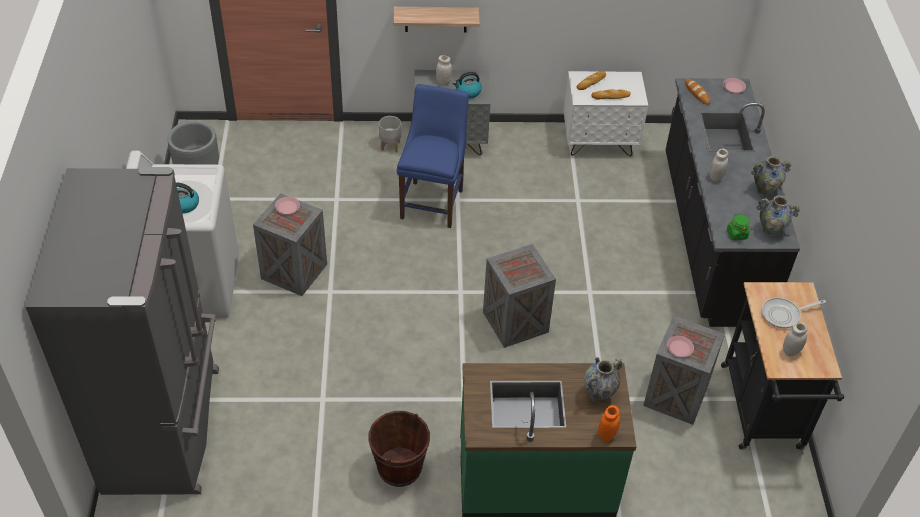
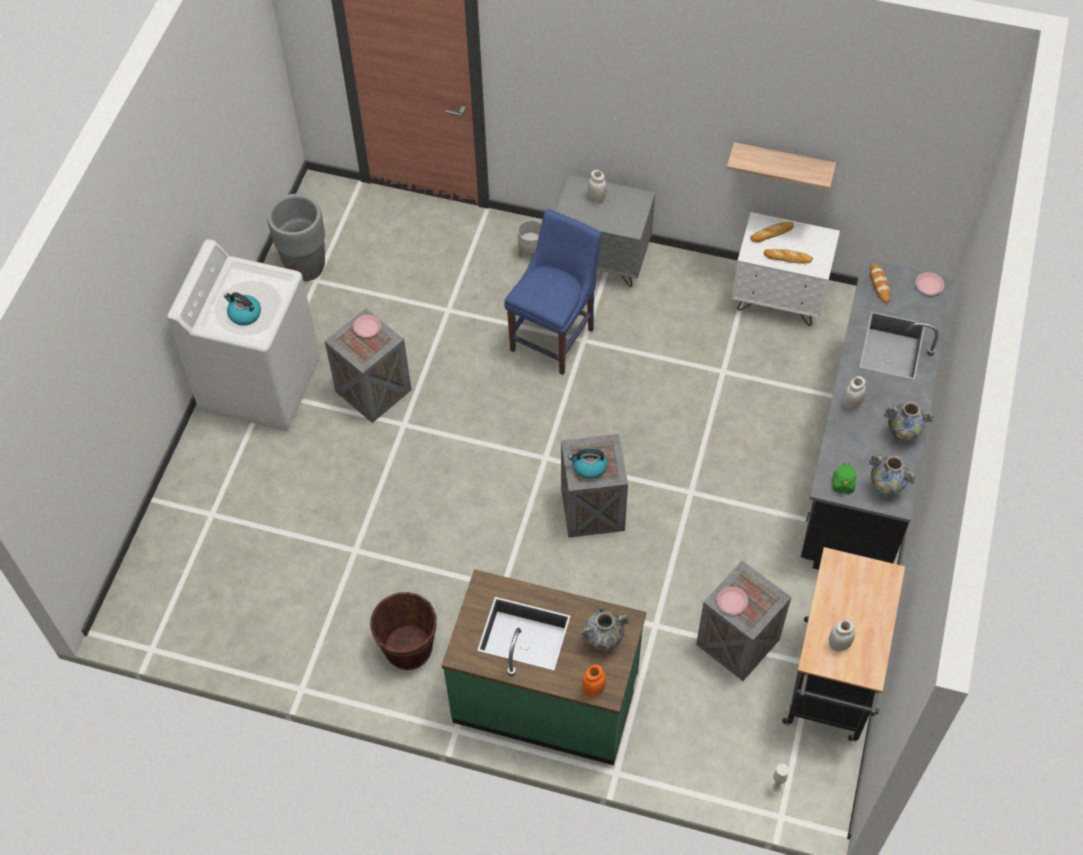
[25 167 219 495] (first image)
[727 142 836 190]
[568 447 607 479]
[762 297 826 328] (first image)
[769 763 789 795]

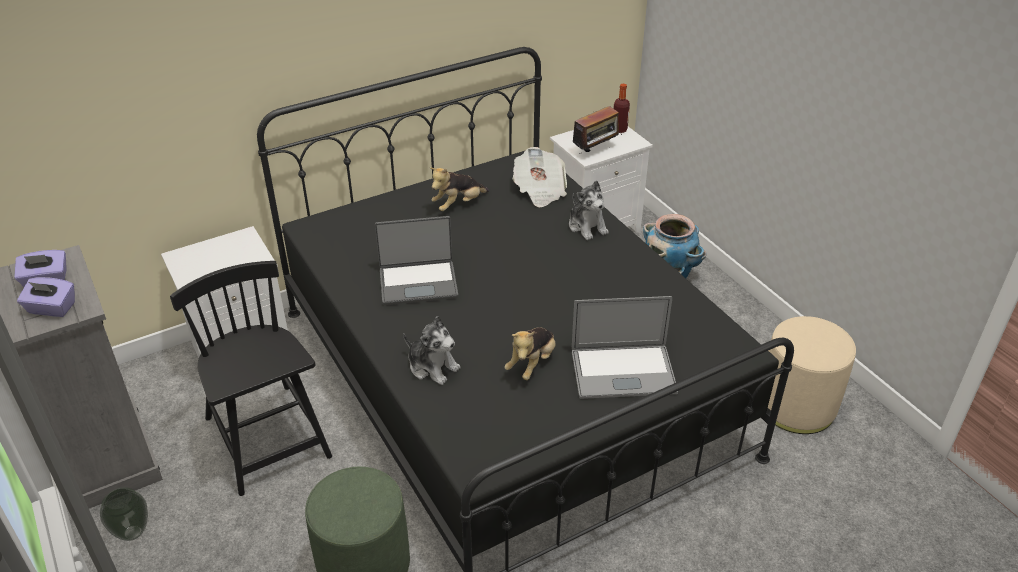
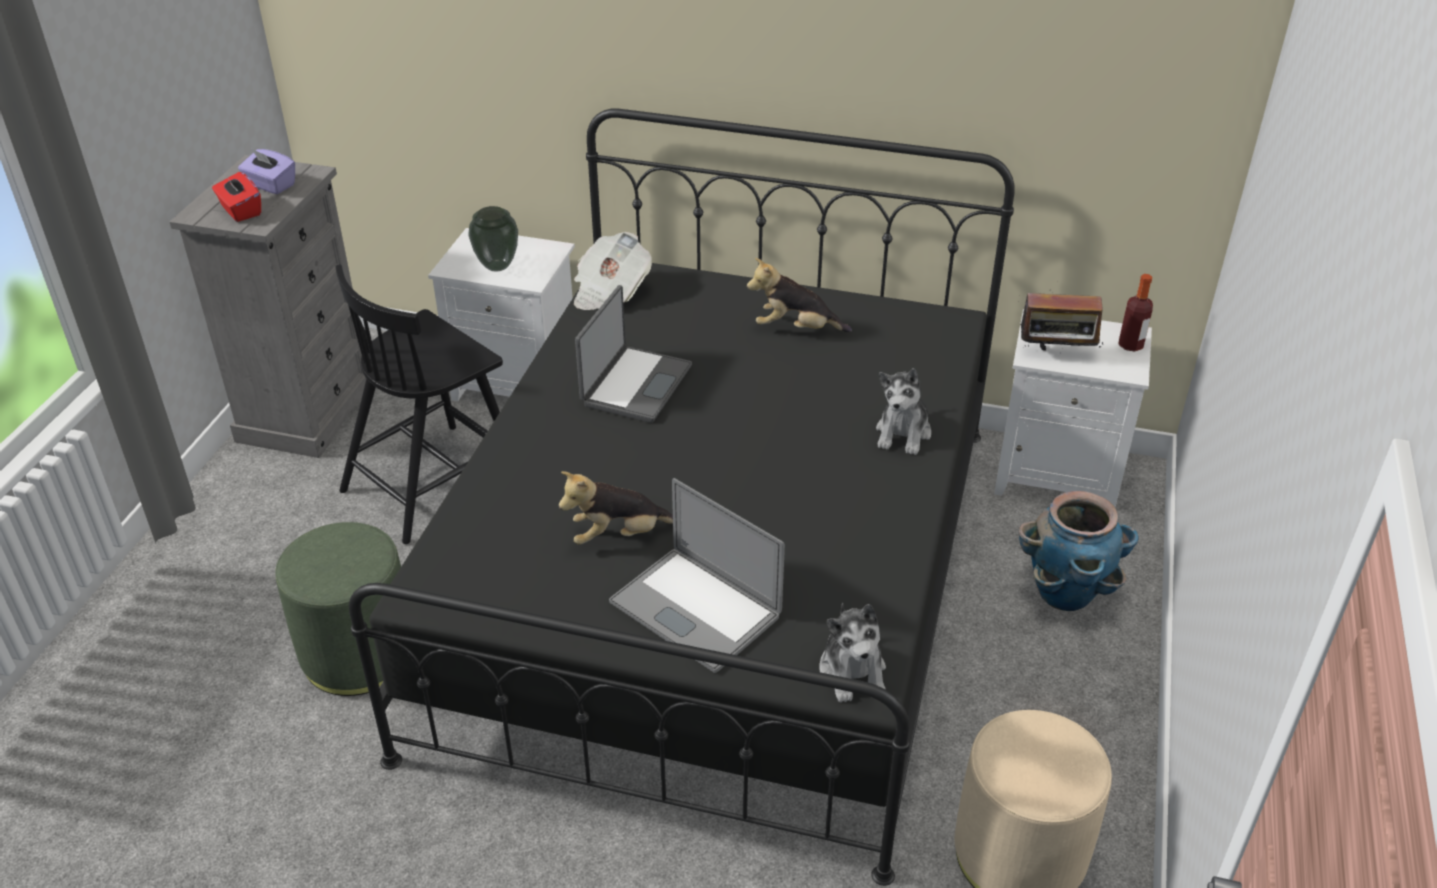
[212 172 261 222]
[468 206 518 271]
[335 264 503 544]
[575 285 692 423]
[819 602 886 702]
[574 232 652 310]

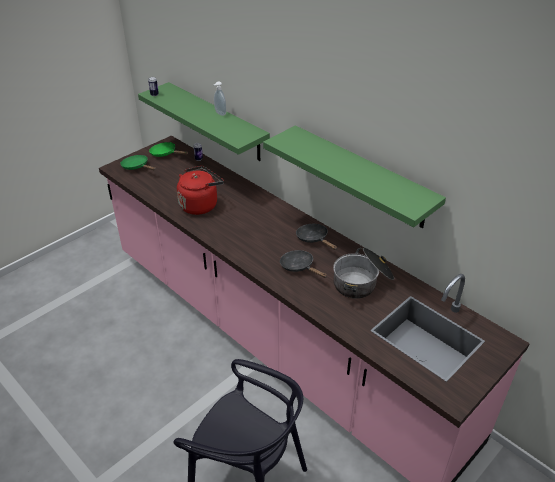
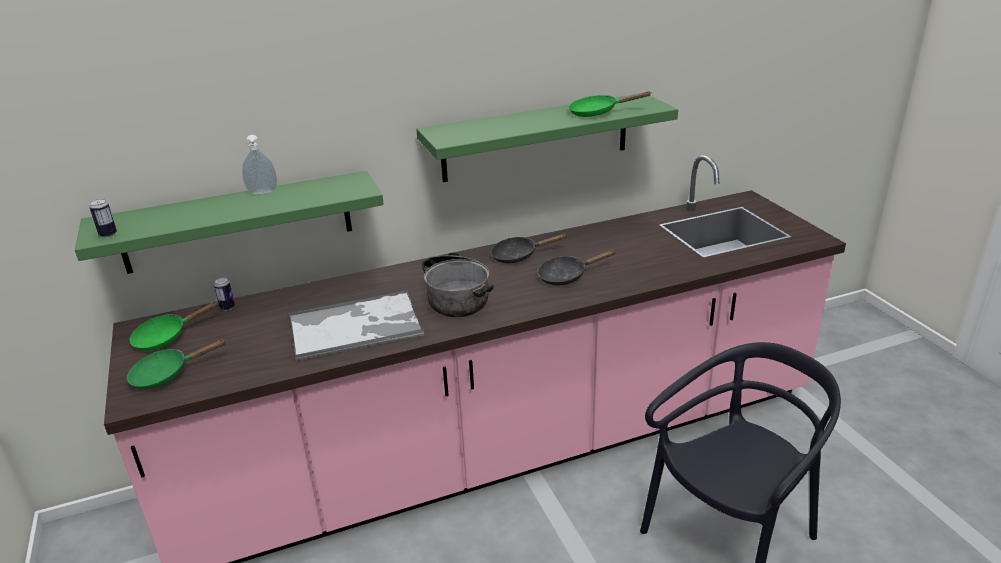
[289 290 424 361]
[422 252 494 317]
[569 91 651 117]

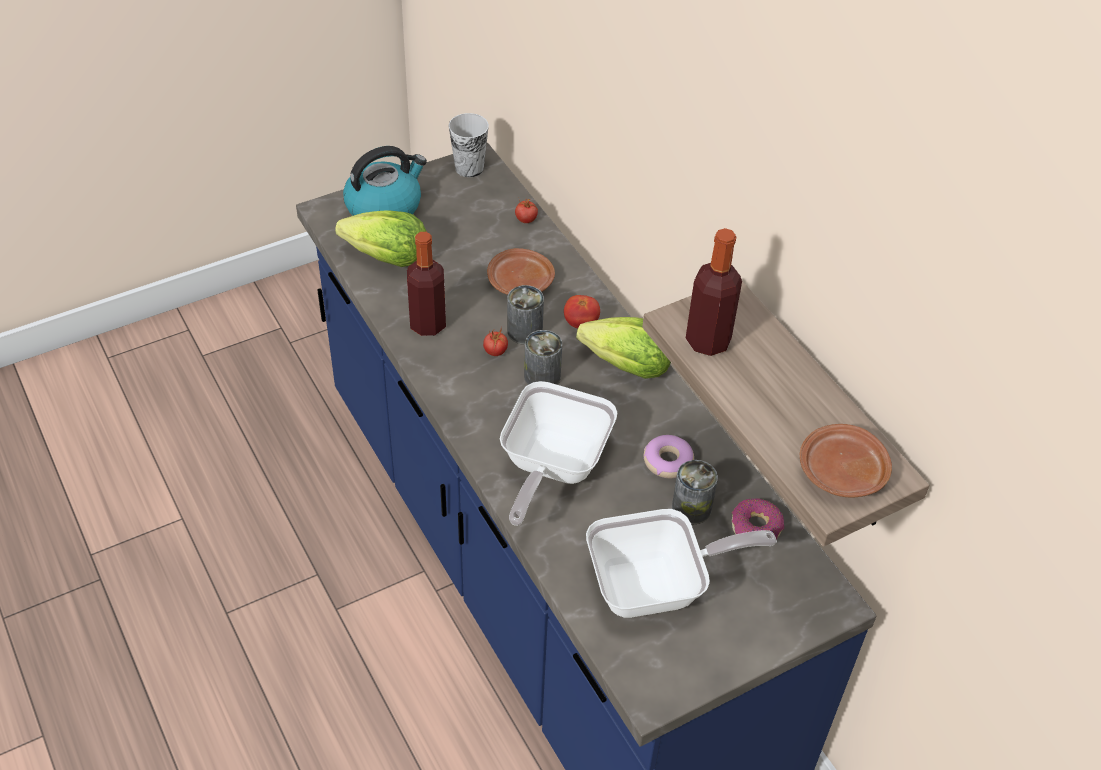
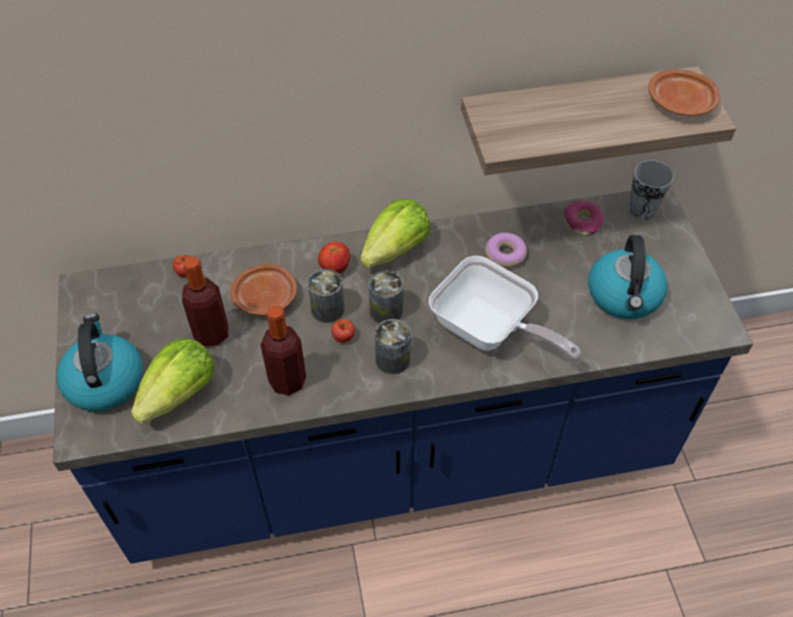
[629 160 674 220]
[588 235 667 319]
[375 319 411 374]
[182 257 228 347]

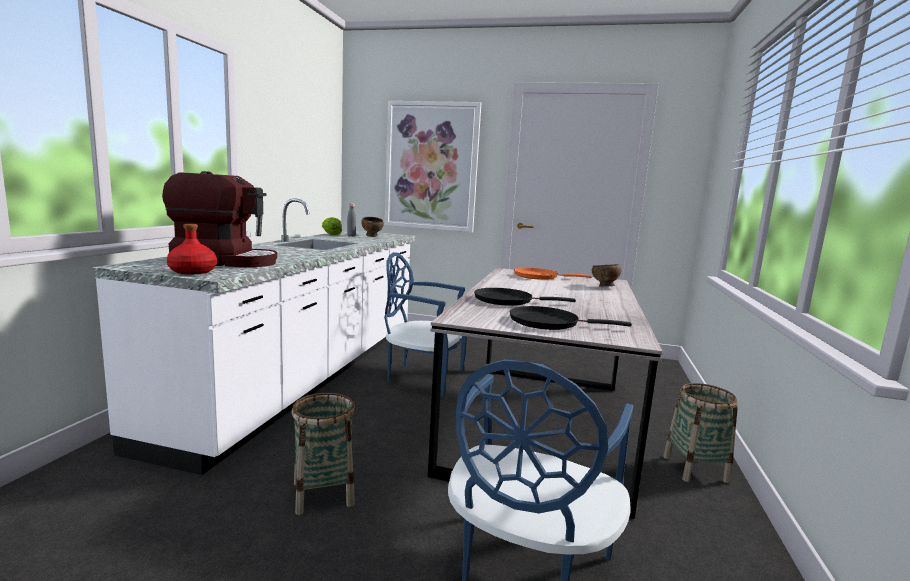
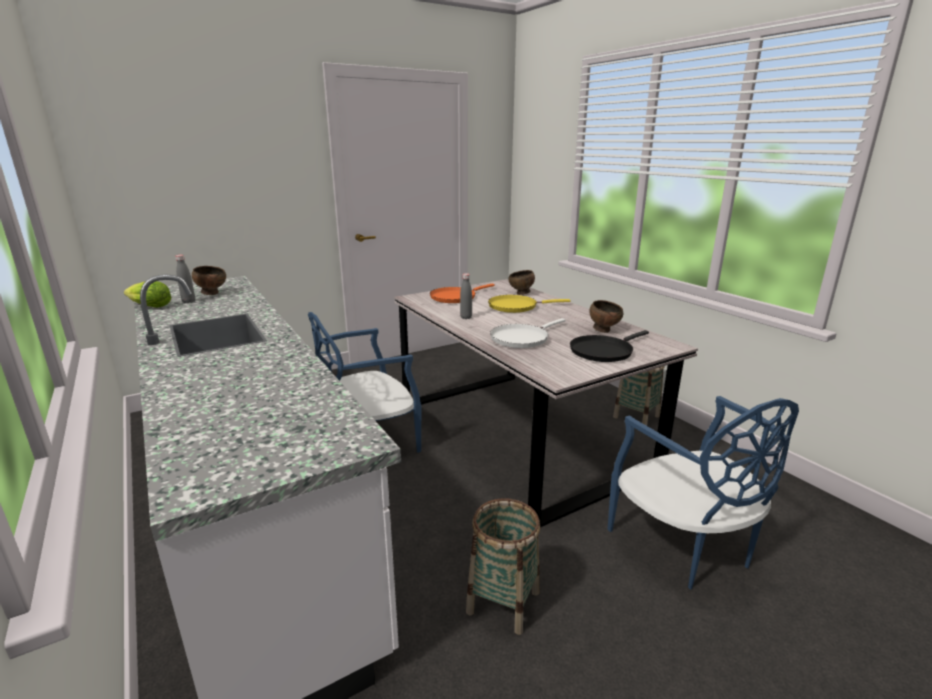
[162 171 277 268] (first image)
[167 224 217 274] (first image)
[385 101 481 232] (first image)
[490 318 566 348]
[460 273 472 319]
[488 295 571 313]
[589 300 623 333]

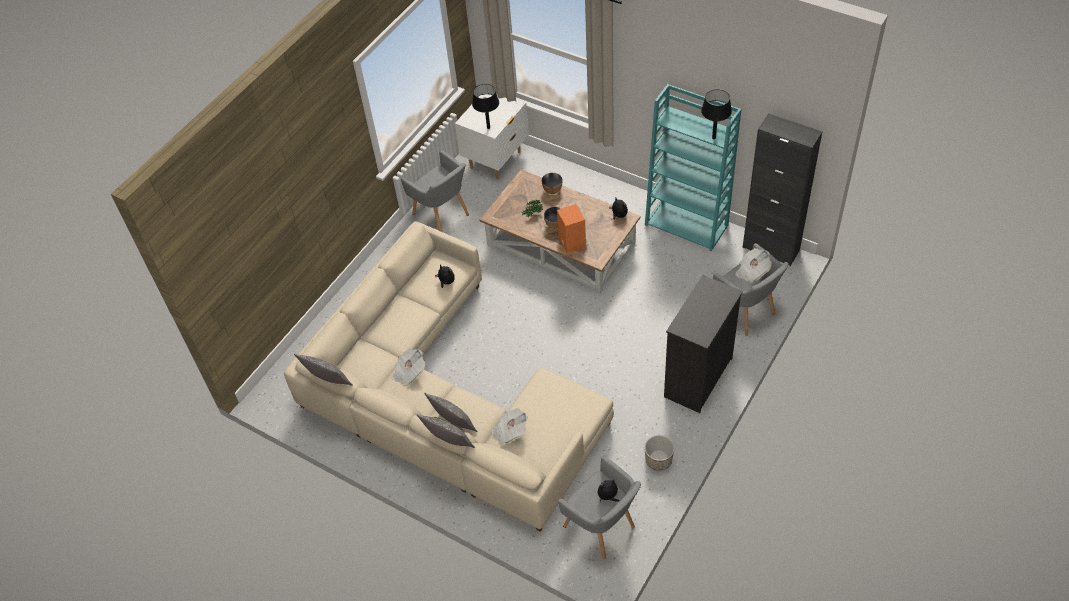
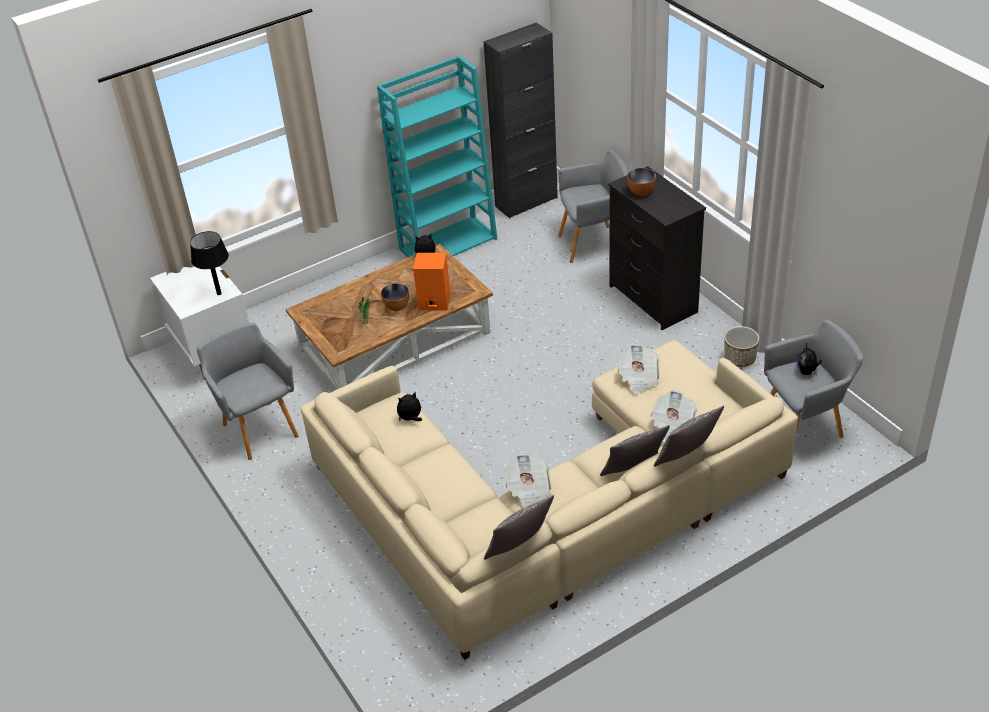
[197 322 298 460]
[627 168 656 196]
[701 89 732 139] (first image)
[617 344 660 394]

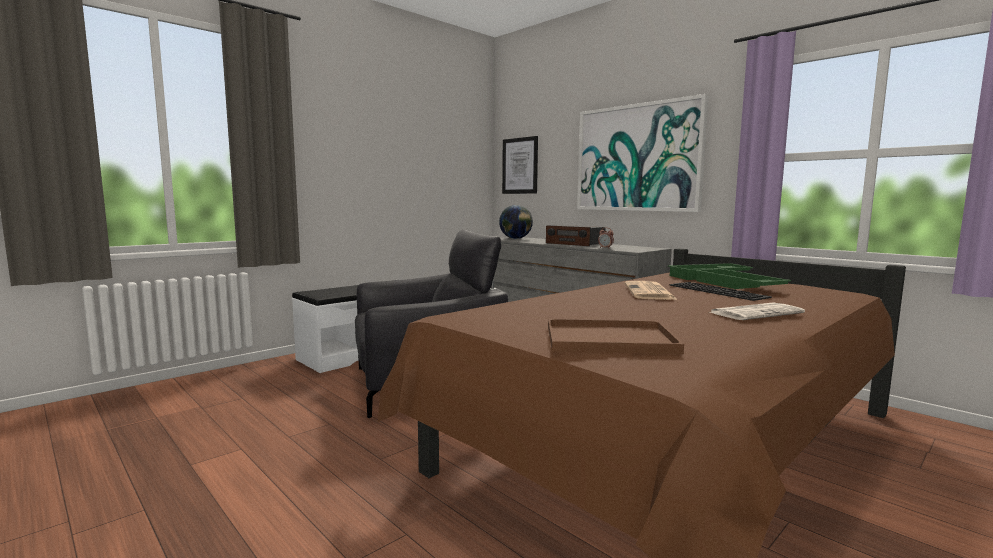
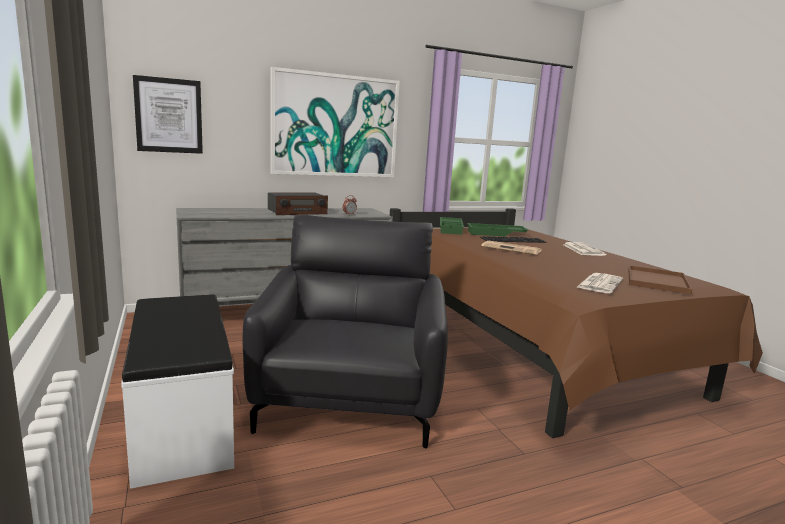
[499 205 533 239] (first image)
[577 273 623 293]

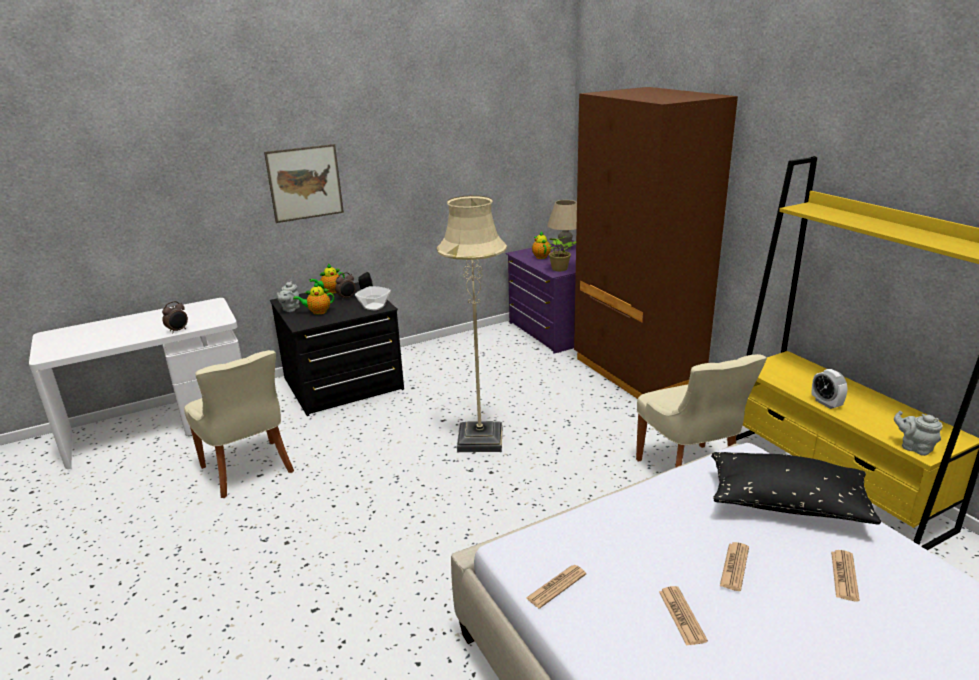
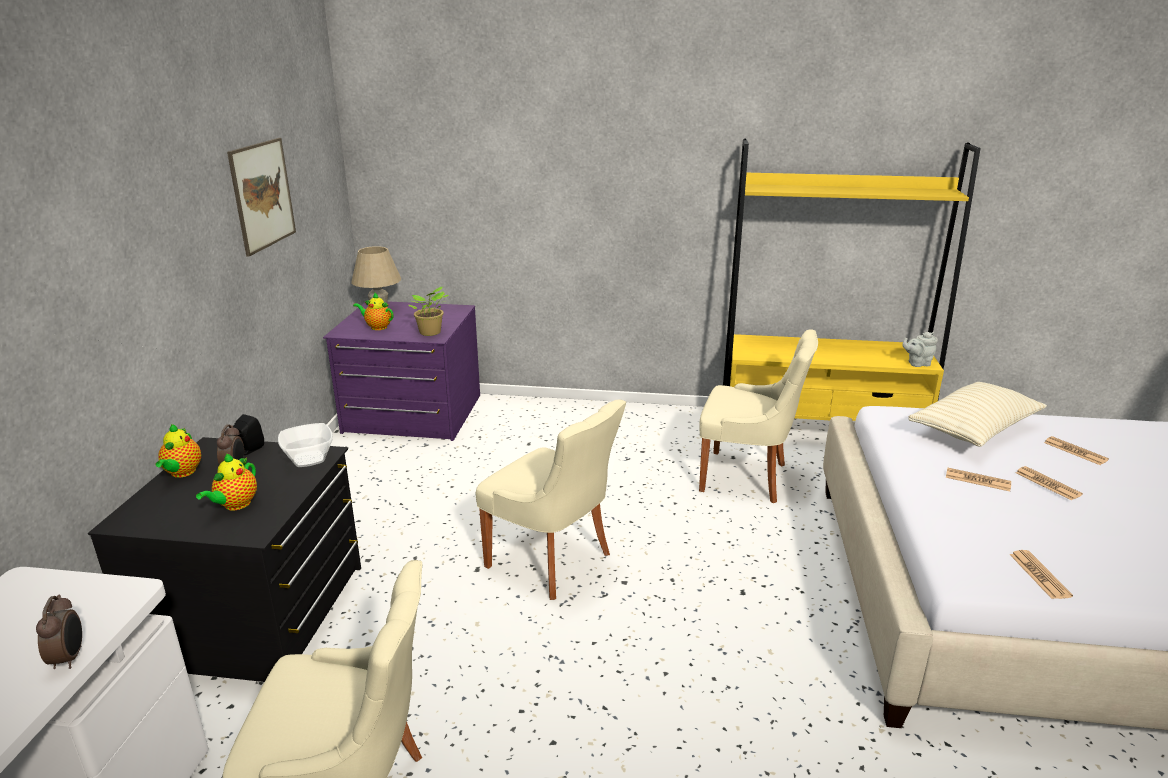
[227 138 296 257]
[277 281 300 312] (first image)
[476 400 626 600]
[574 87 738 399] (first image)
[946 468 1011 491]
[908 382 1047 447]
[812 369 848 409] (first image)

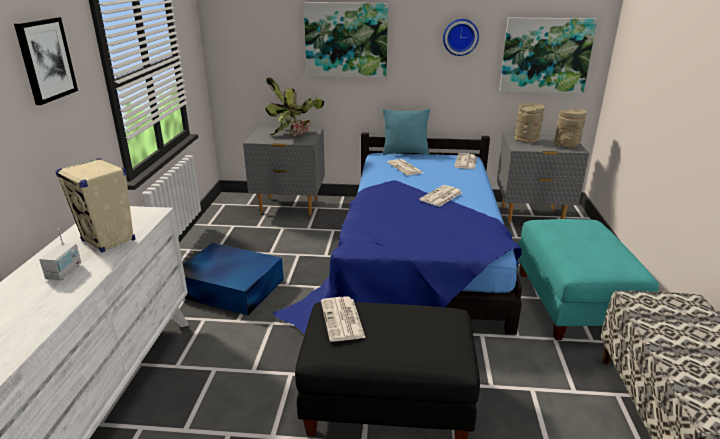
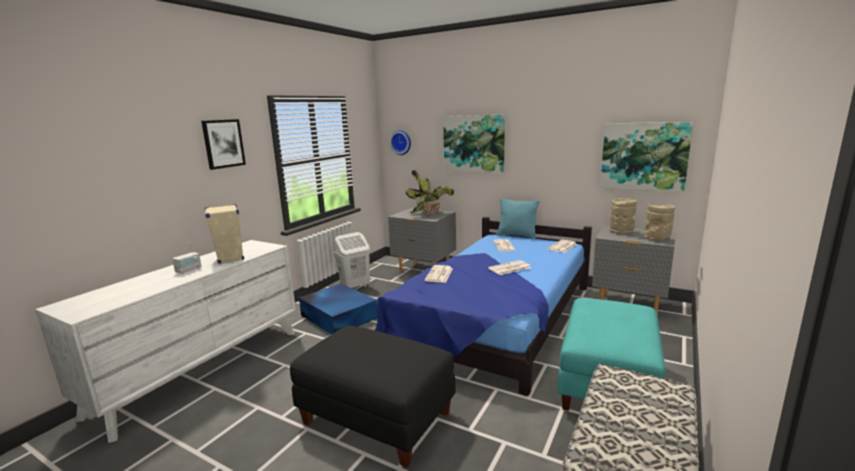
[425 265 453 283]
[390 130 411 155]
[334 232 370 288]

